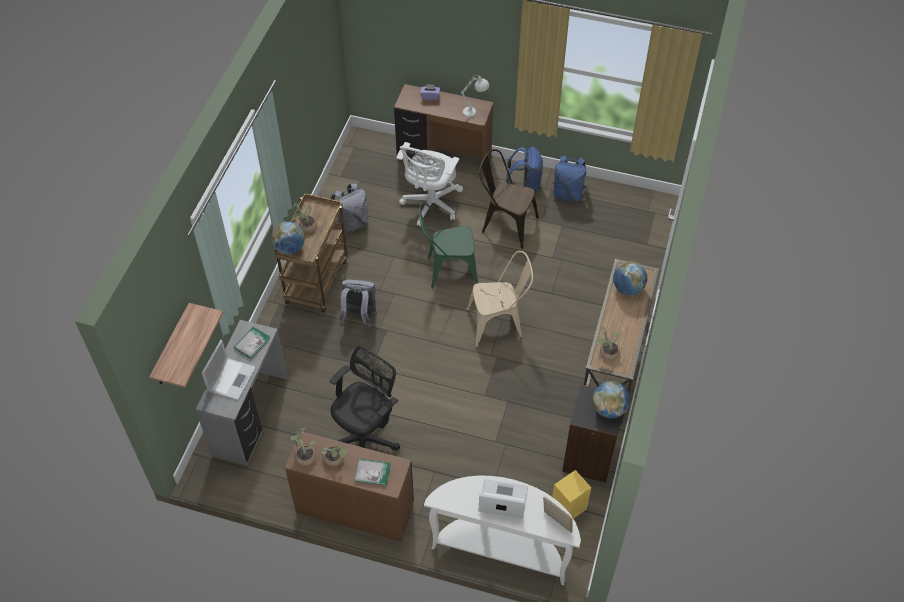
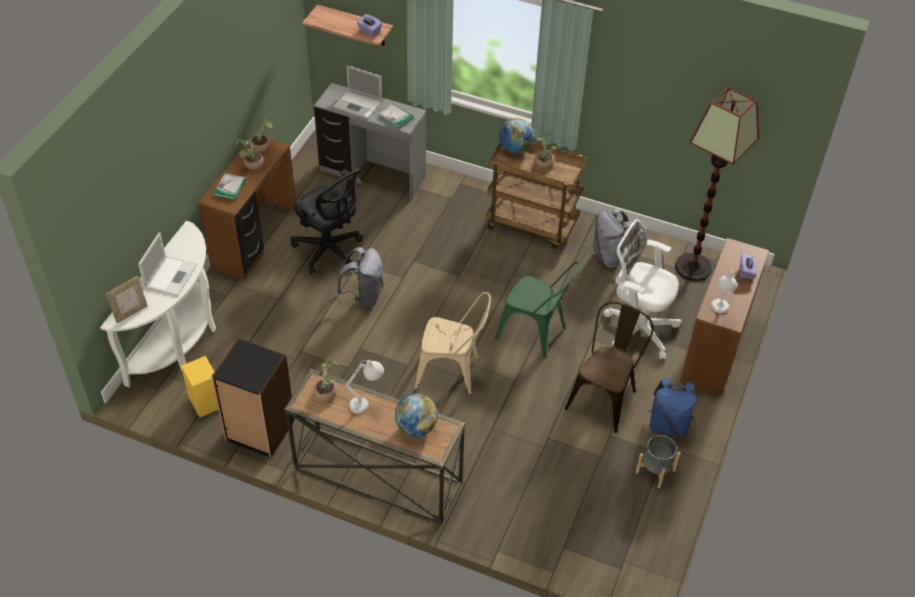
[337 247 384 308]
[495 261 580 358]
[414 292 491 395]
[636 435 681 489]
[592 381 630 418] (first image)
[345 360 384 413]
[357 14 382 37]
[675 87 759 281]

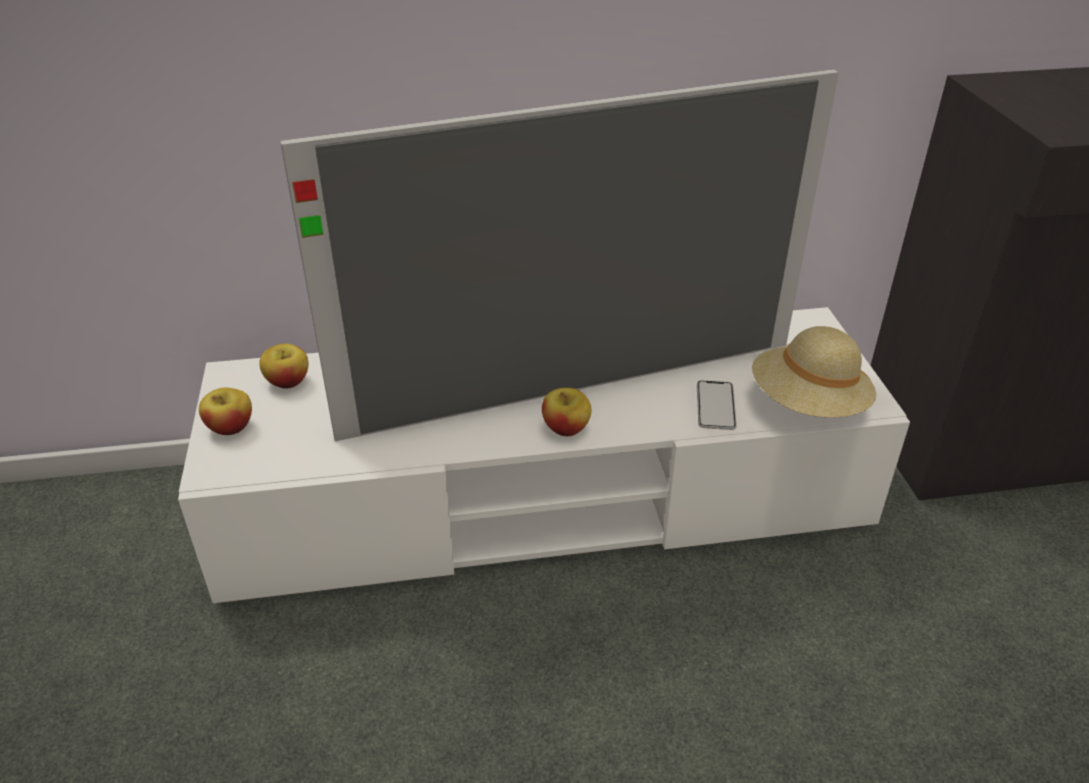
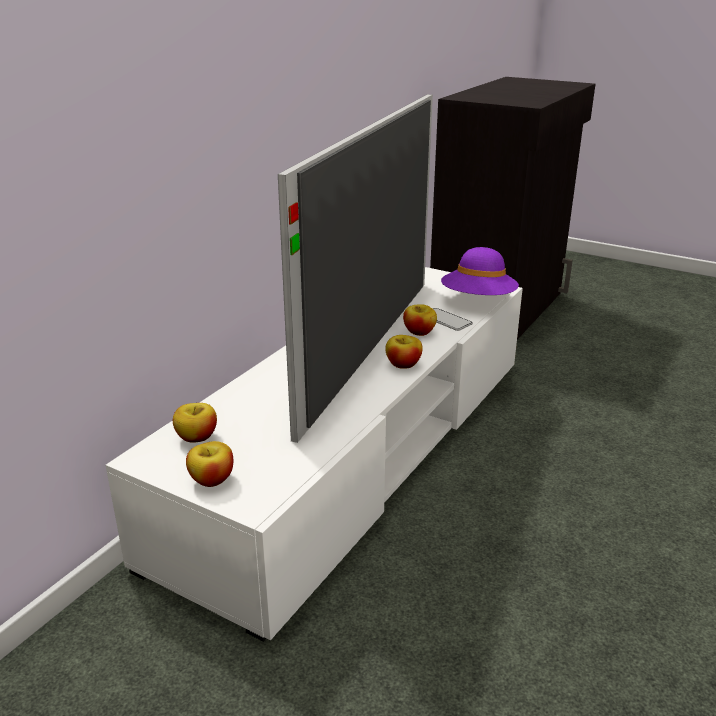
[441 247 519 295]
[403 304 437 336]

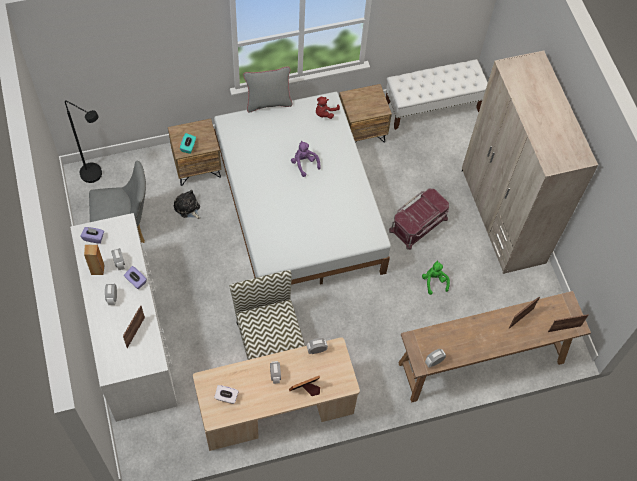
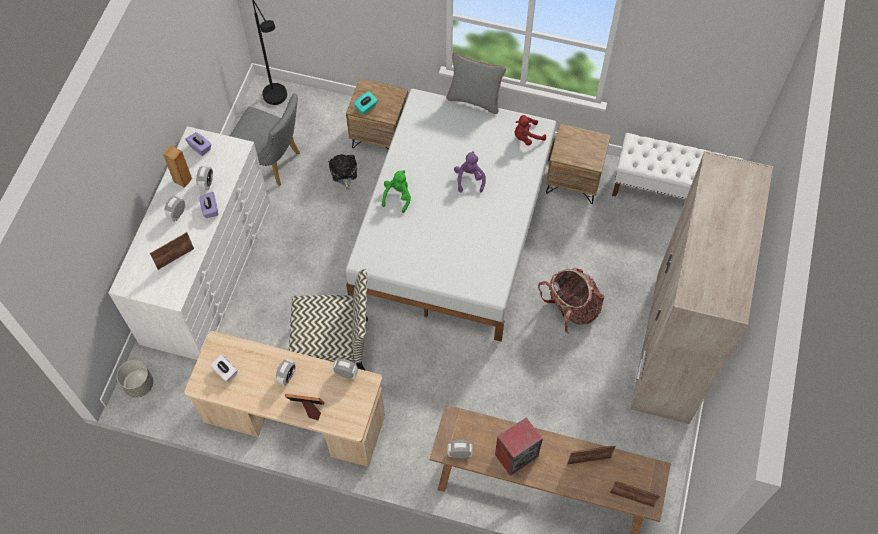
[289 269 368 371]
[538 267 604 334]
[382 170 411 213]
[117 360 153 398]
[495 417 543 476]

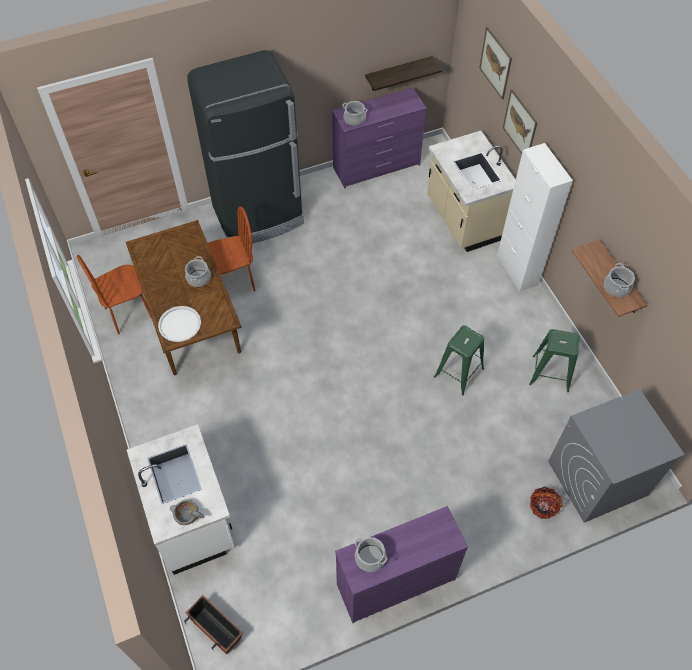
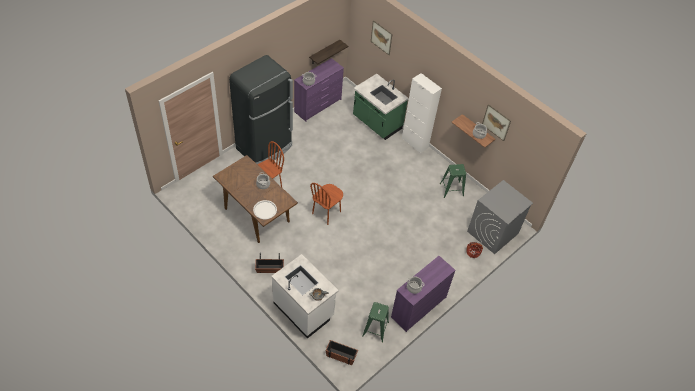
[310 183 343 225]
[353 74 408 140]
[362 302 389 343]
[482 104 511 141]
[255 253 284 273]

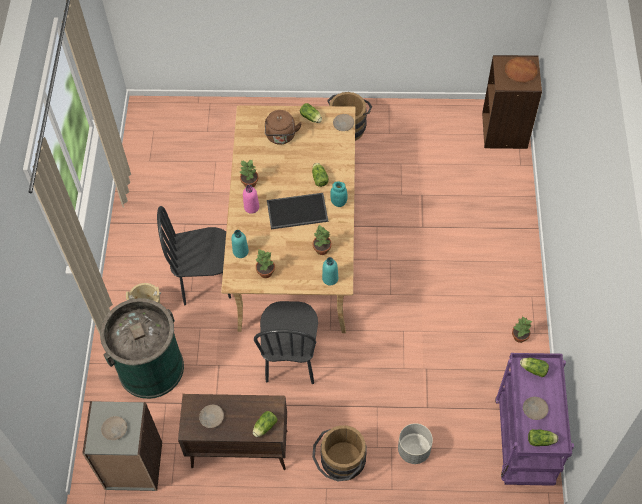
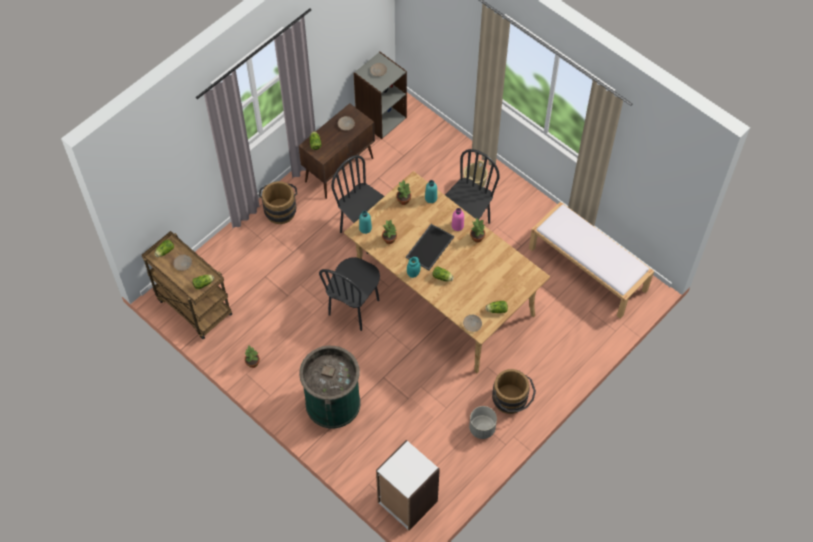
[299 346 361 429]
[265 110 302 145] (first image)
[469 406 497 439]
[376 440 440 530]
[142 231 232 340]
[505 57 538 83] (first image)
[319 257 380 331]
[529 202 654 319]

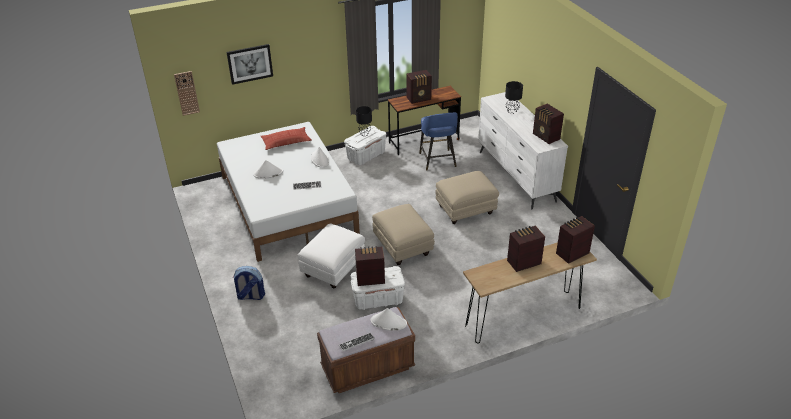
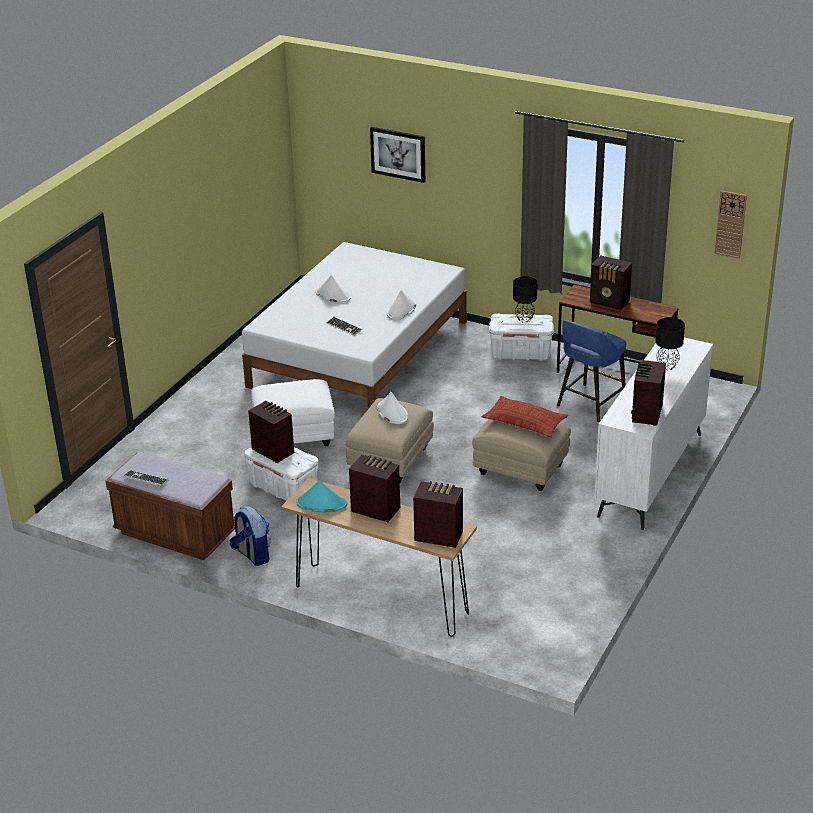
[714 190 747 259]
[230 506 271 566]
[481 396 568 437]
[377 392 408 424]
[296 481 347 513]

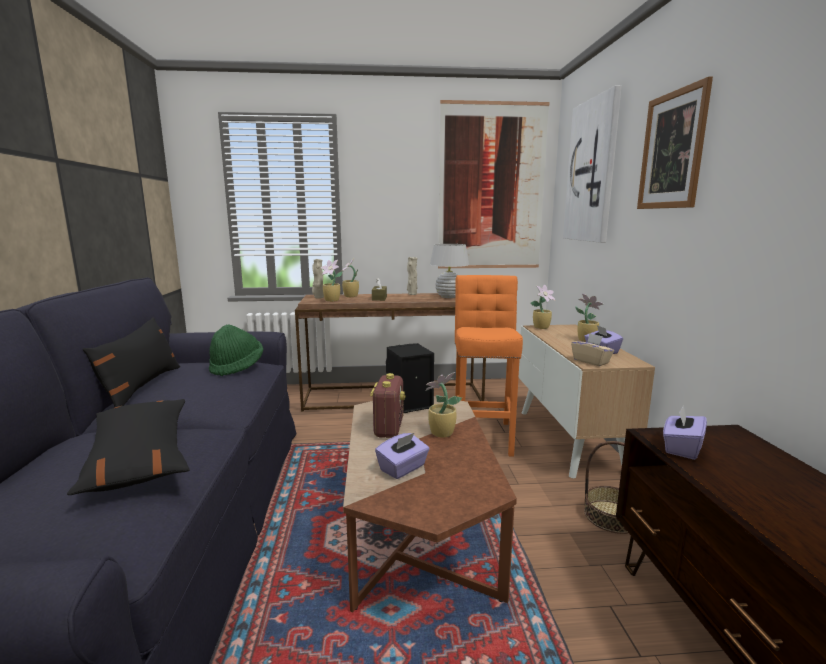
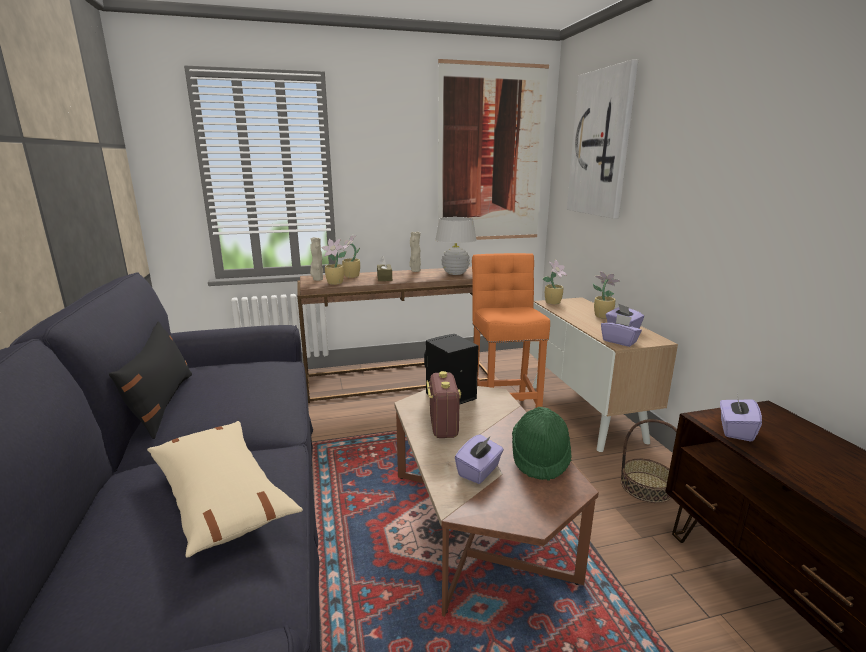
[147 421 303 558]
[512 407 572 481]
[425 372 462 437] (first image)
[601 314 642 347]
[637 76 713 209] (first image)

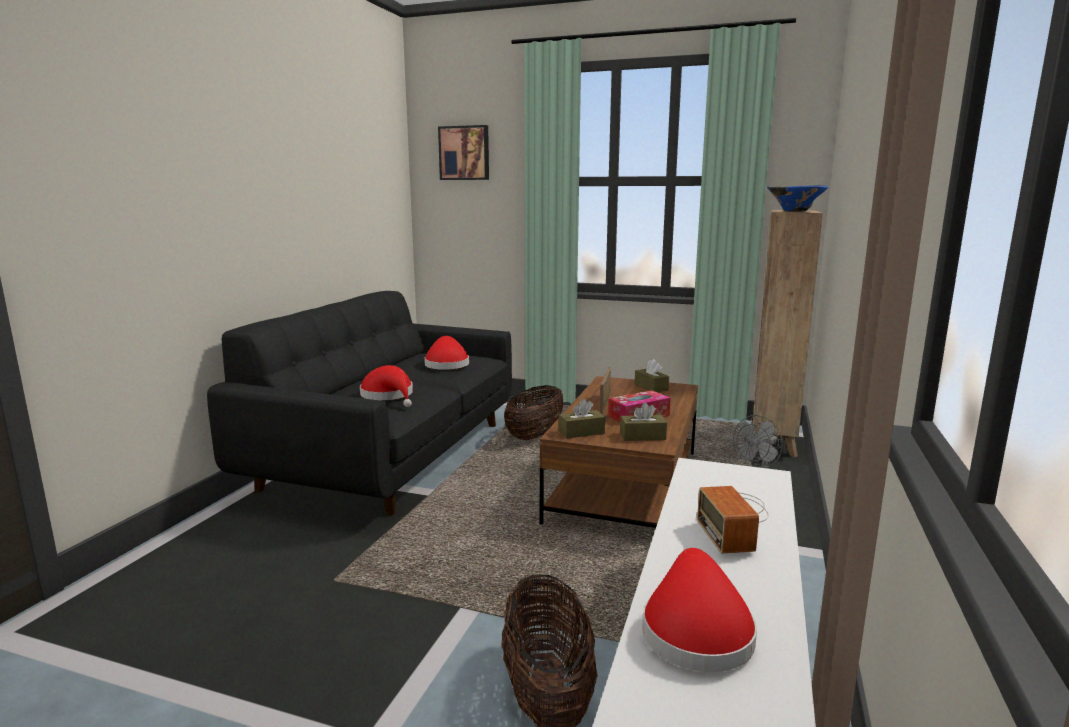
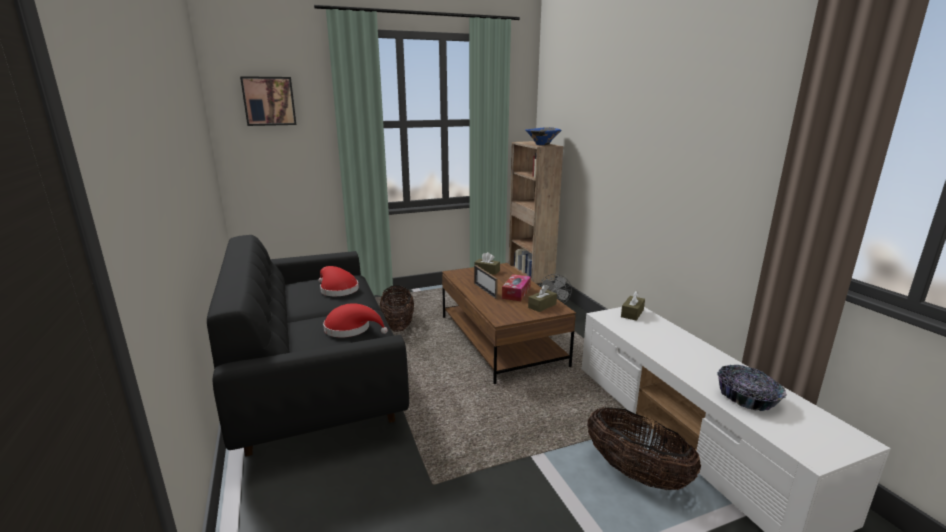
[621 291 645 321]
[717 365 787 411]
[697 486 769 554] (first image)

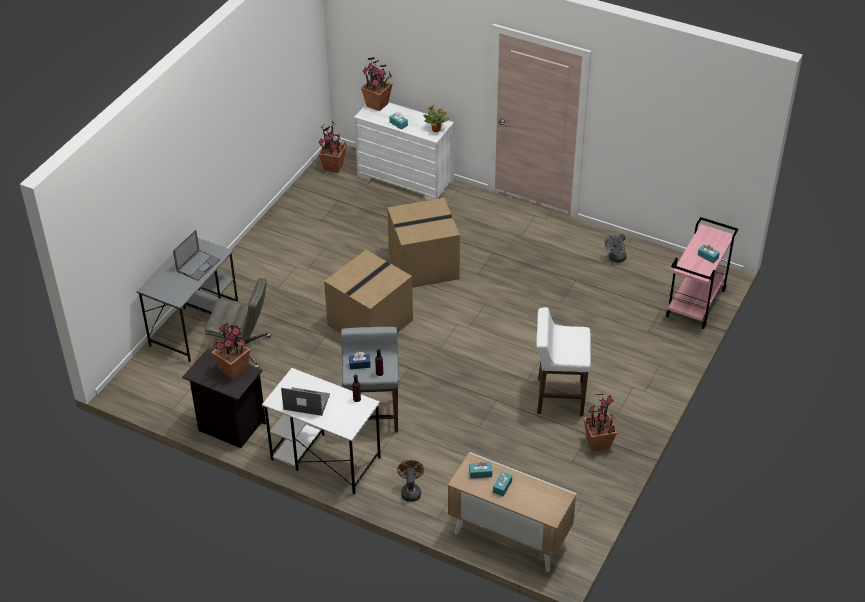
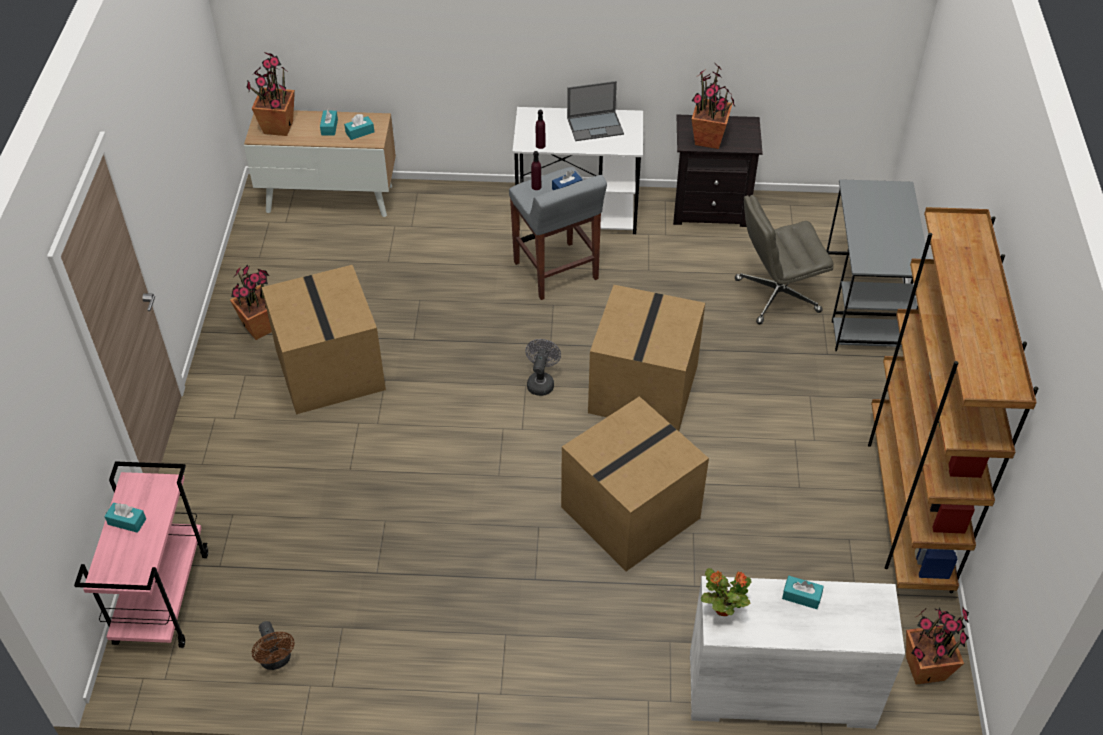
[173 230 220 281] (first image)
[246 52 295 136]
[252 621 295 670]
[262 265 386 414]
[525 339 561 396]
[868 207 1038 593]

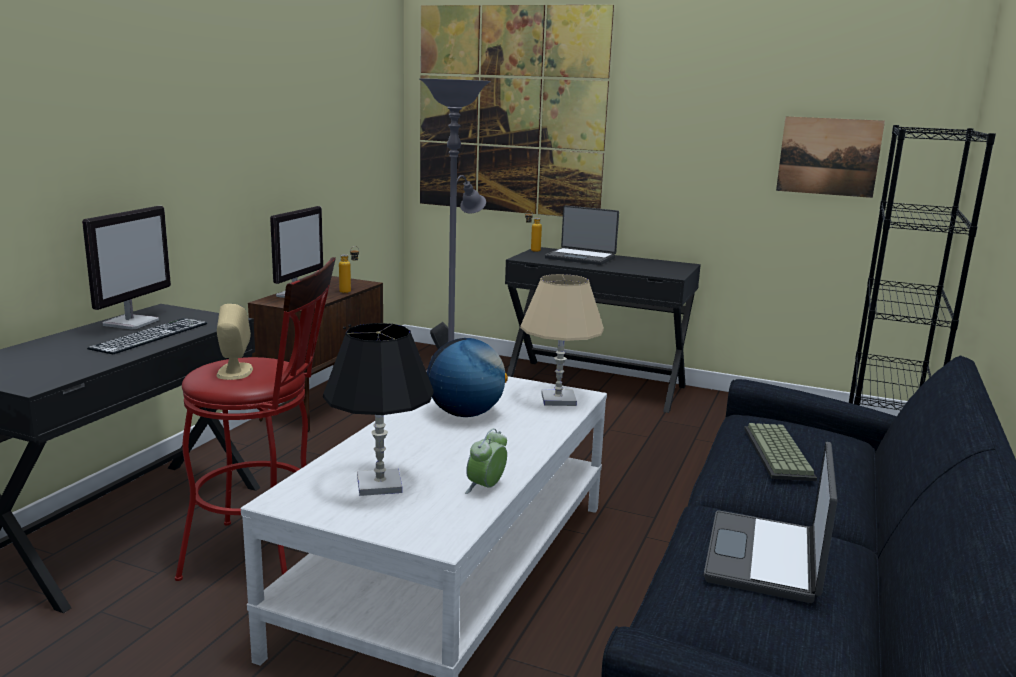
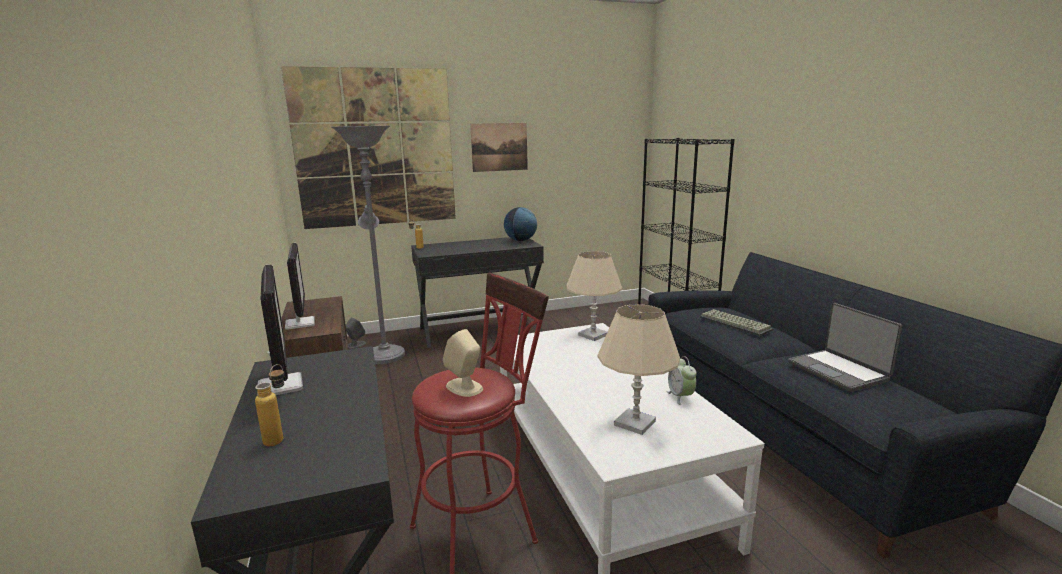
[87 318 207 355] (first image)
[597 304 680 435]
[255 364 284 446]
[504 207 537 241]
[545 205 619 265] (first image)
[470 123 528 172]

